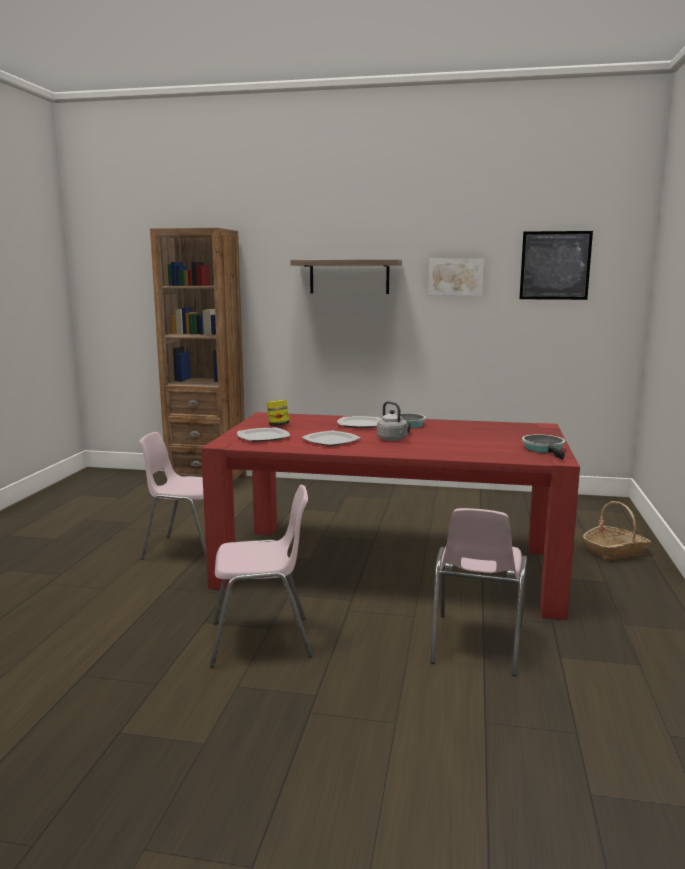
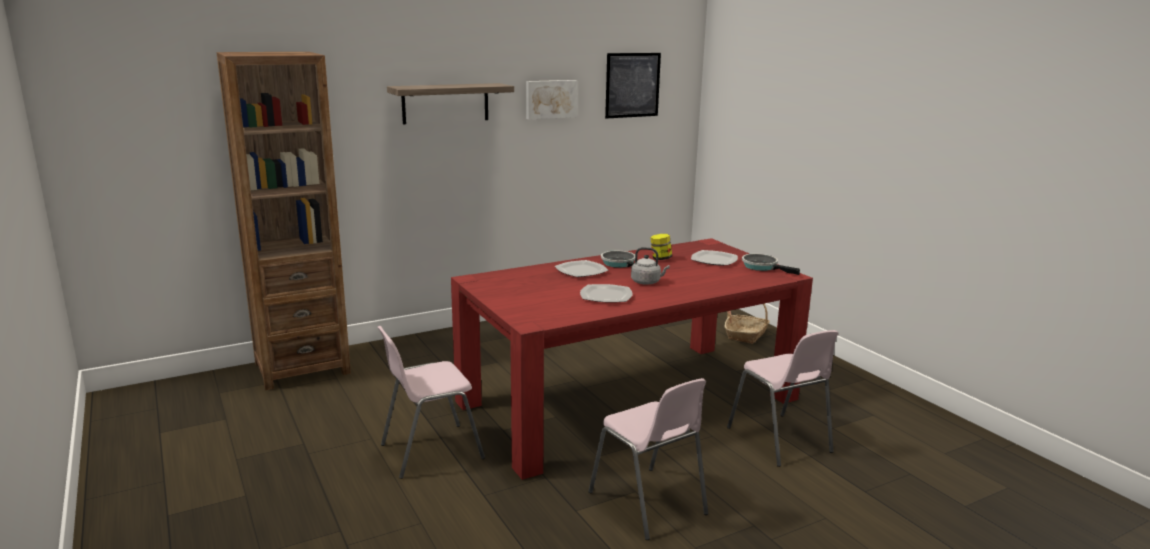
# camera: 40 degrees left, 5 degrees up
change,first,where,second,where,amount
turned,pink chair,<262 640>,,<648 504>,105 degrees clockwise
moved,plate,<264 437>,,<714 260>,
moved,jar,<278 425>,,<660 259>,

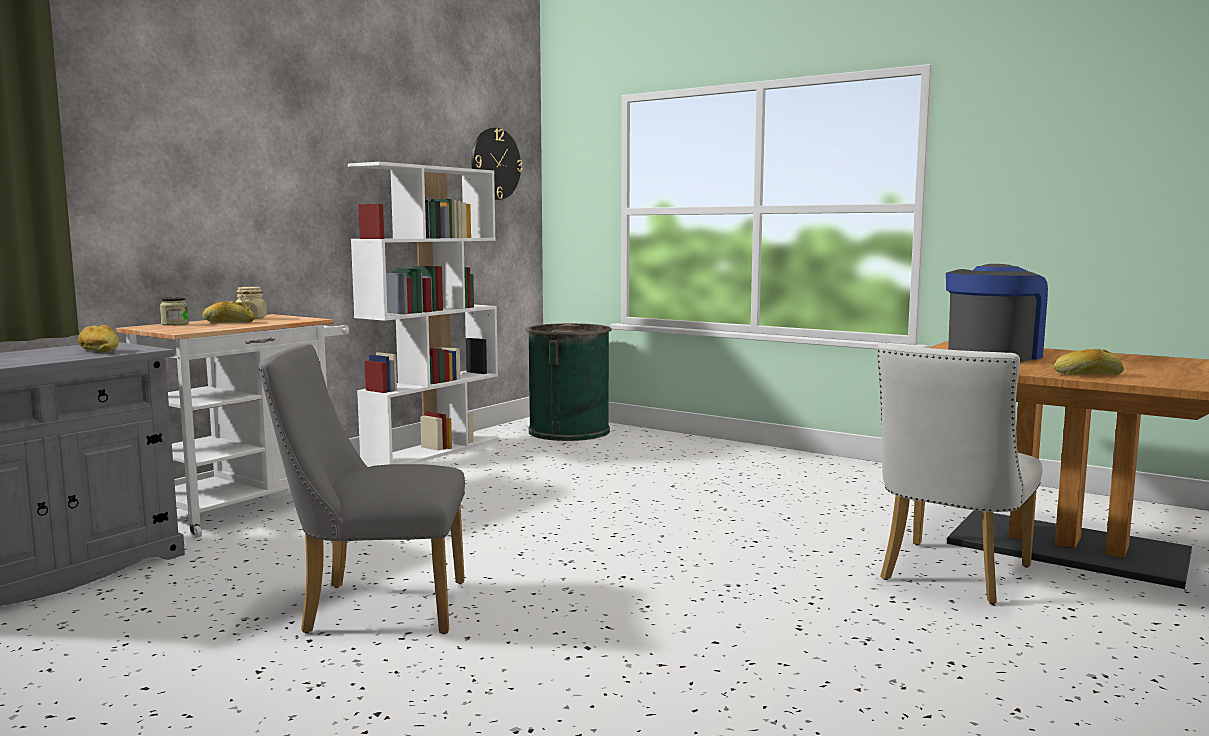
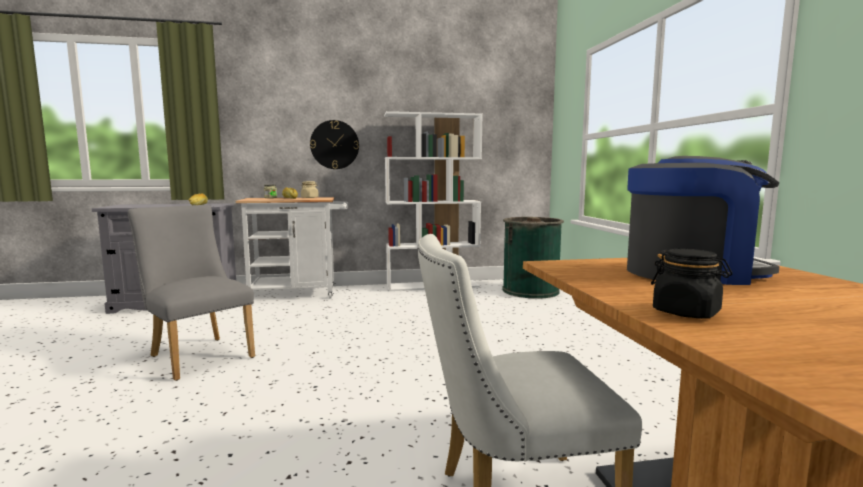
# camera: 45 degrees right, 0 degrees up
change,first,where,second,where,amount
moved,wall clock,<495 164>,,<334 144>,
replaced,bread,<1087 374>,black jar,<686 312>,

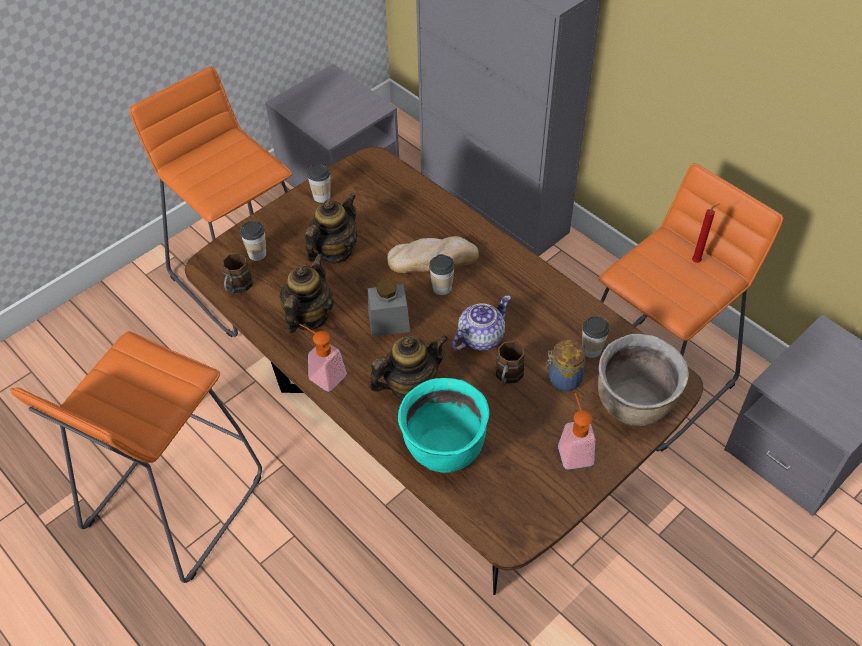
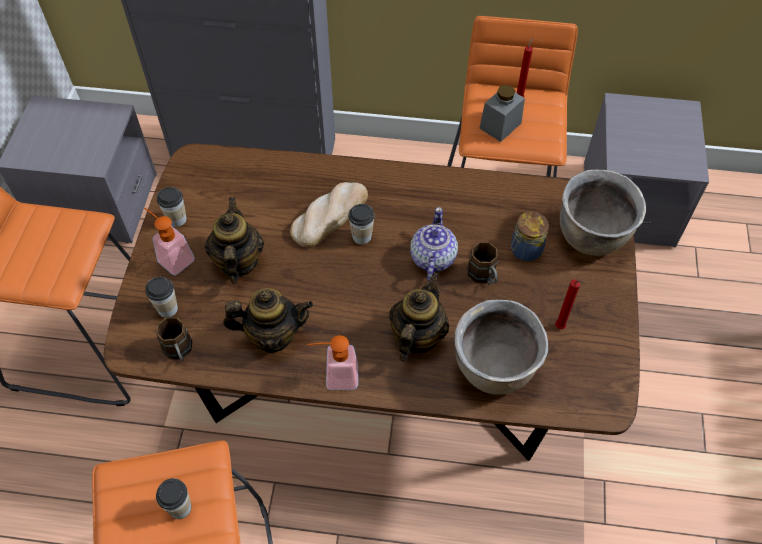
# camera: 40 degrees left, 5 degrees up
change,first,where,second,where,amount
turned,teapot,<308 317>,,<273 335>,105 degrees clockwise
moved,grey jar,<389 322>,,<500 125>,
recoloured,turquoise cooking pot,<444 449>,brown cooking pot,<494 370>,
moved,soap dispenser,<573 450>,,<172 257>,
moved,cup,<591 350>,,<180 507>,
added,,,red candle,<561 328>,

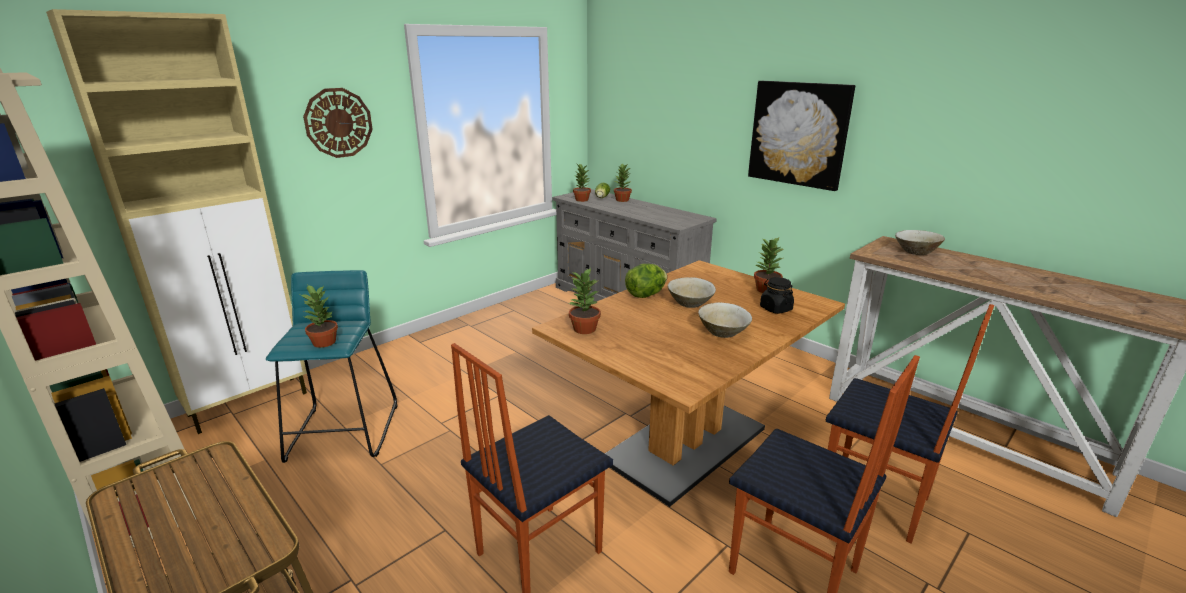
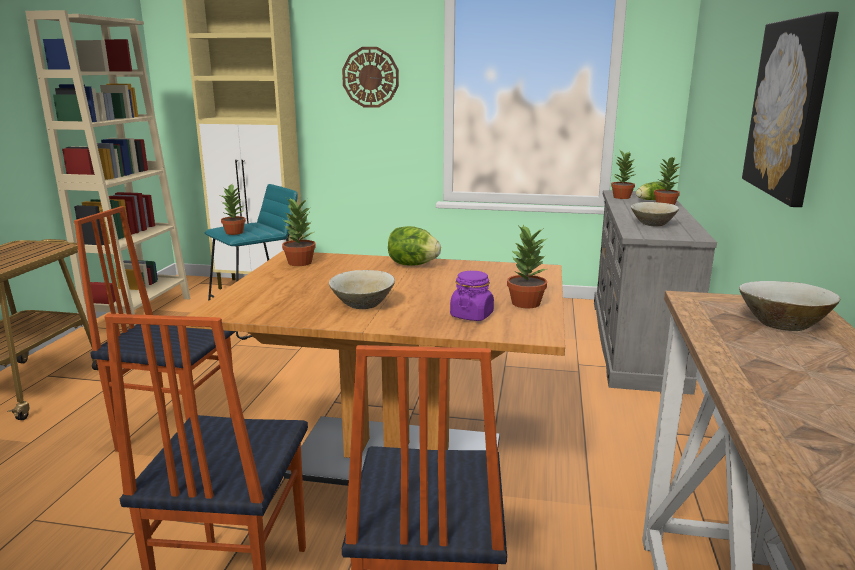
# camera: 55 degrees right, 5 degrees down
change,first,where,second,where,amount
moved,beige bowl,<690 304>,,<652 224>,
recoloured,black jar,<775 309>,purple jar,<471 315>,

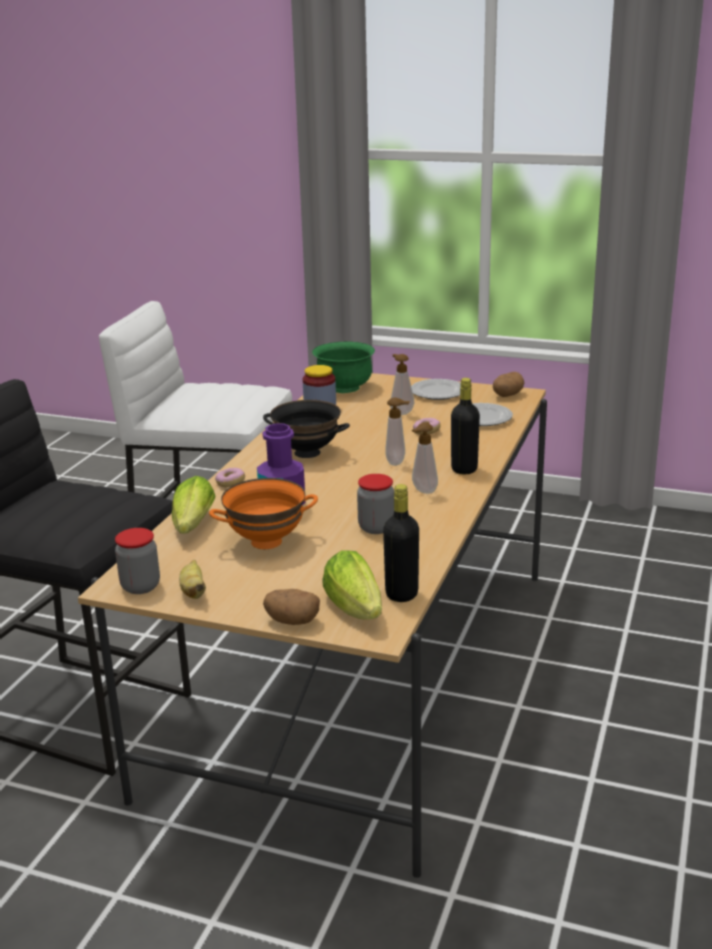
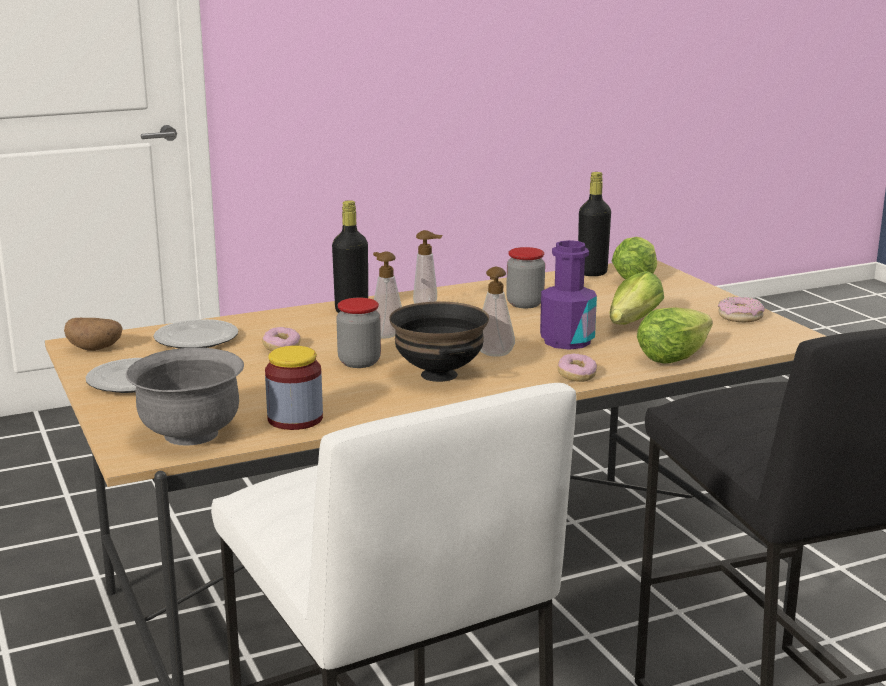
# camera: 135 degrees left, 5 degrees down
change,first,where,second,where,amount
moved,jar,<140 586>,,<359 362>,
replaced,banana,<193 592>,donut,<740 317>,
replaced,orange bowl,<266 542>,lettuce,<630 324>,
removed,potato,<292 621>,,,
recoloured,green bowl,<345 388>,grey bowl,<190 434>,
moved,soap dispenser,<400 412>,,<494 355>,

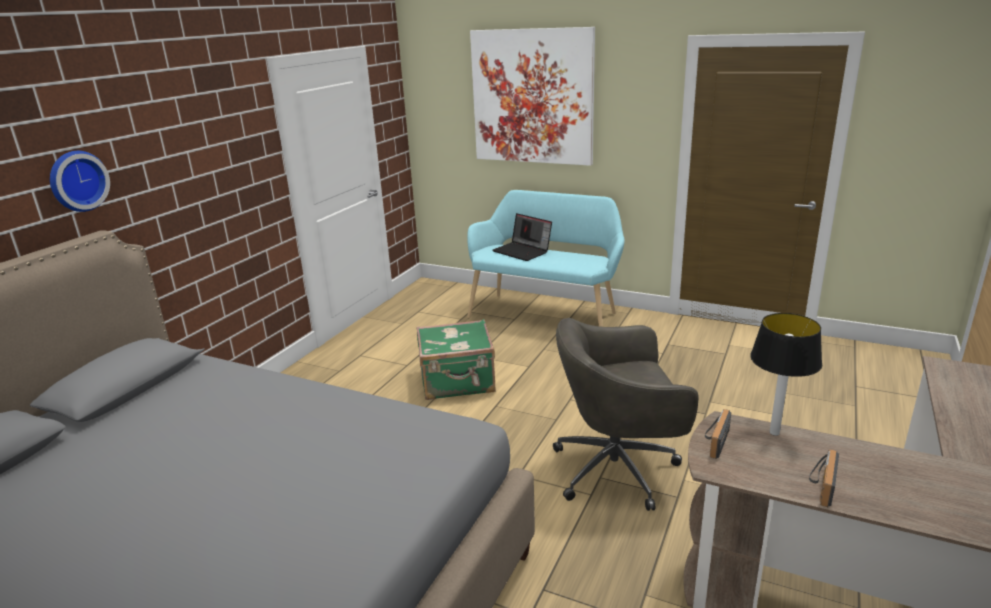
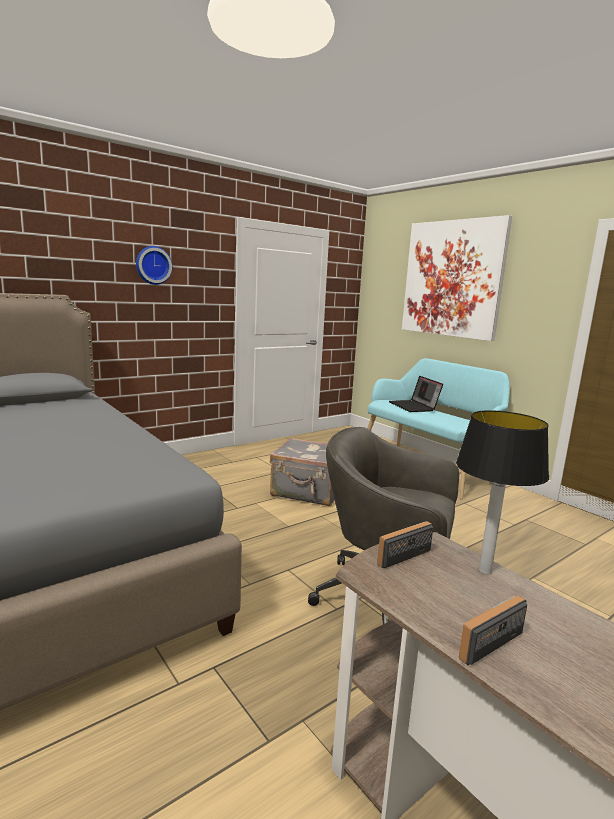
# camera: 25 degrees right, 10 degrees down
change,first,where,second,where,amount
moved,wall clock,<77 181>,,<153 265>,
recoloured,green suitcase,<458 382>,grey suitcase,<308 492>,

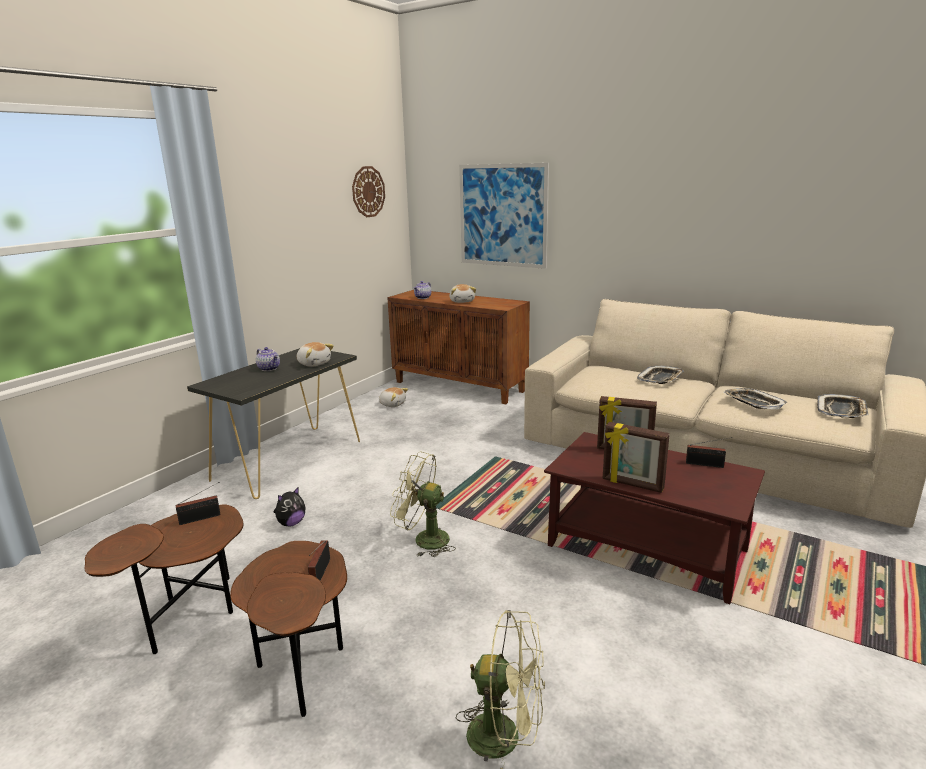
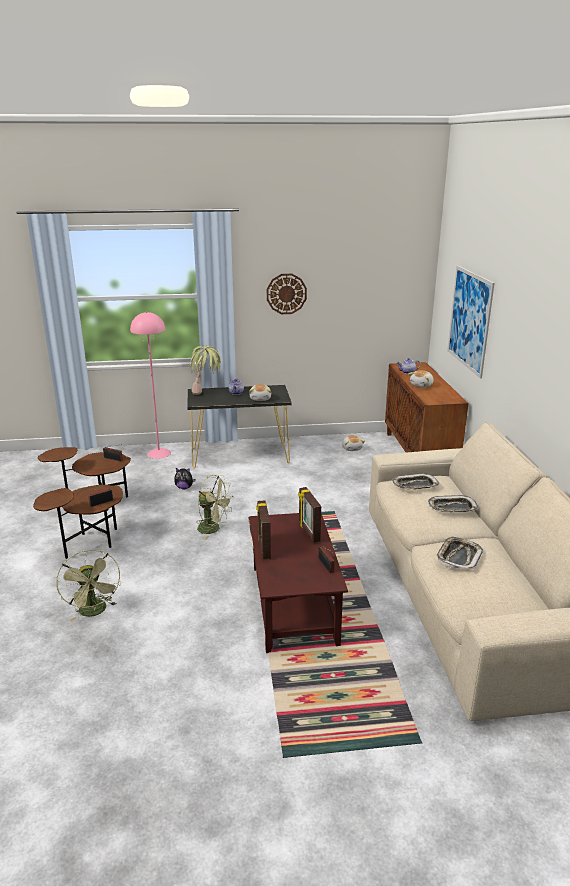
# camera: 50 degrees right, 5 degrees up
change,first,where,second,where,amount
moved,wall clock,<368 191>,,<286 294>,
turned,green fan,<424 539>,,<213 529>,135 degrees clockwise
moved,tray,<841 411>,,<415 485>,
added,,,pink floor lamp,<159 453>,
added,,,potted plant,<207 395>,

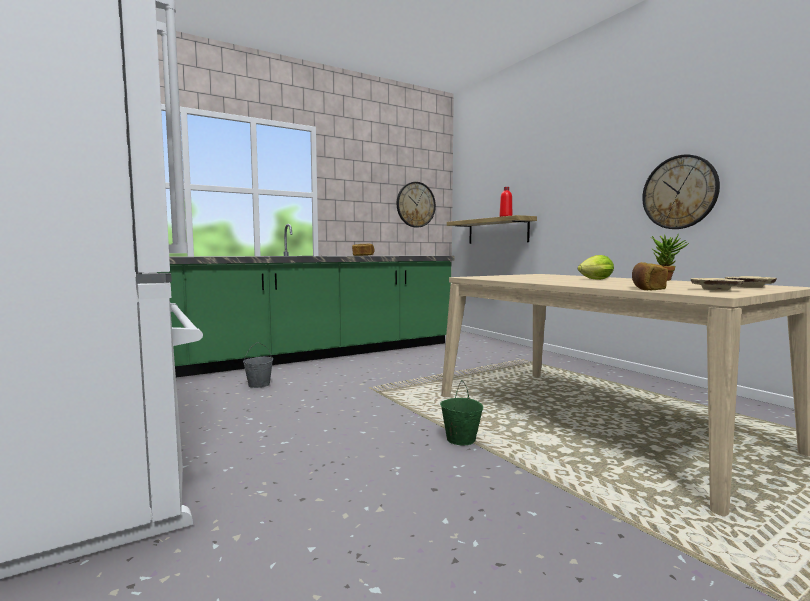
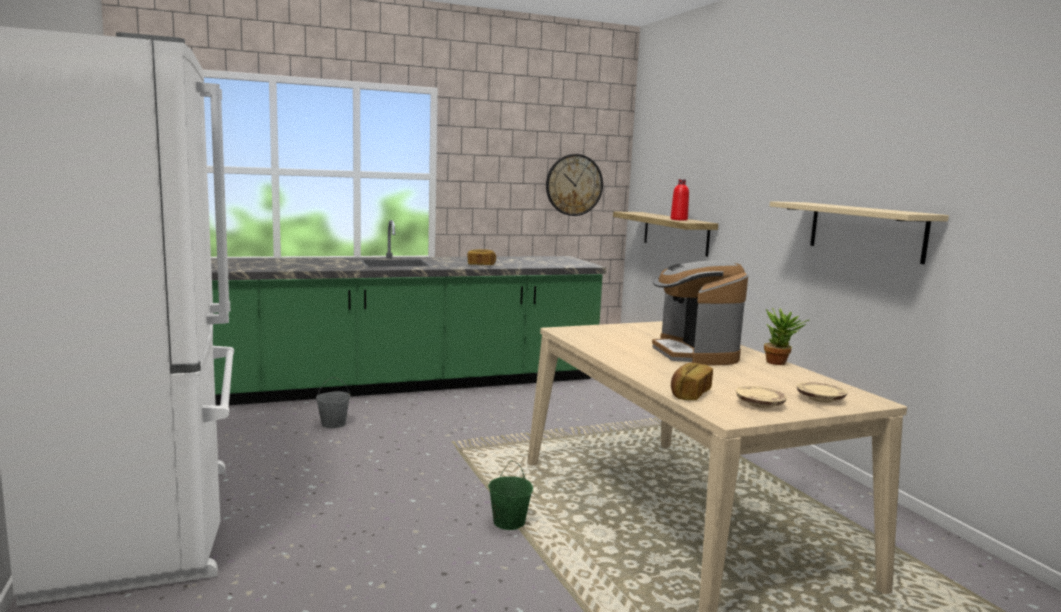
# camera: 10 degrees right, 5 degrees up
change,first,where,second,where,amount
replaced,lettuce,<594 279>,coffee machine,<694 354>,
replaced,wall clock,<679 192>,beige shelf,<865 231>,

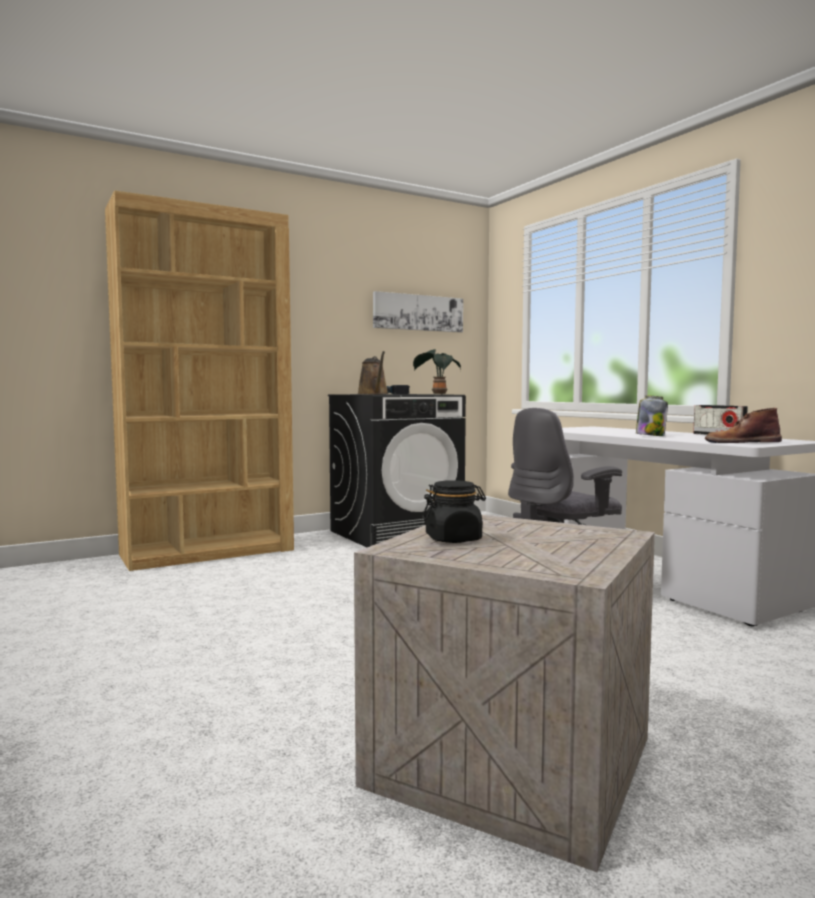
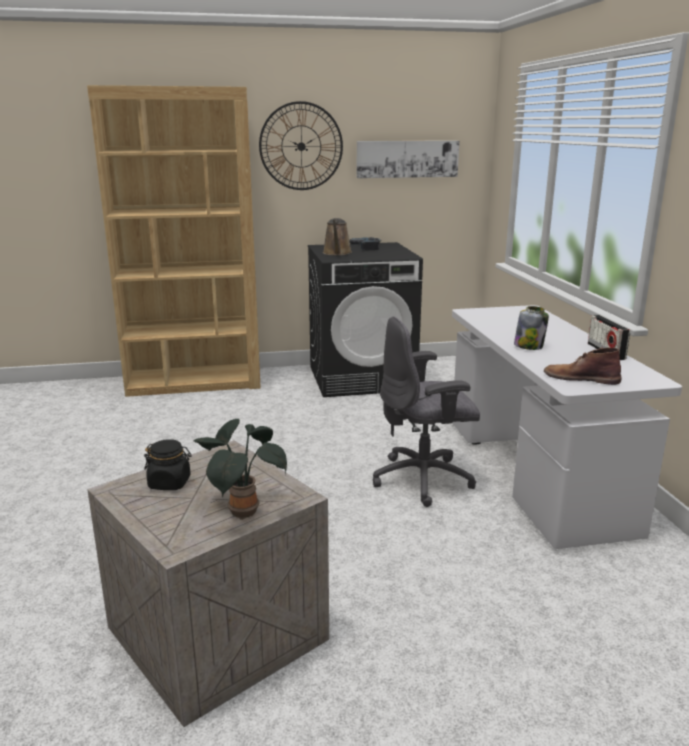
# camera: 20 degrees right, 15 degrees up
change,first,where,second,where,amount
moved,potted plant,<437 394>,,<241 511>,
added,,,wall clock,<301 146>,

